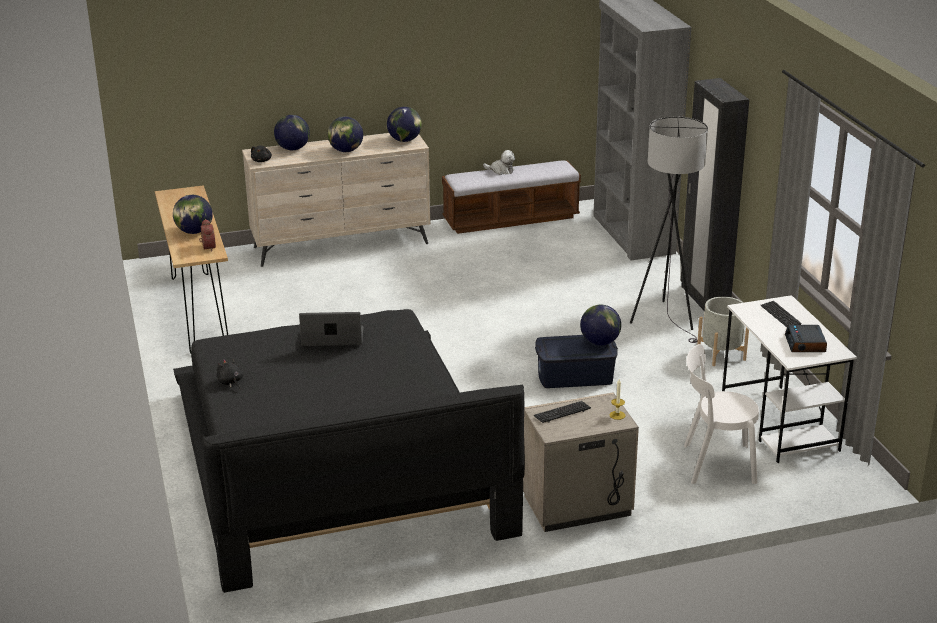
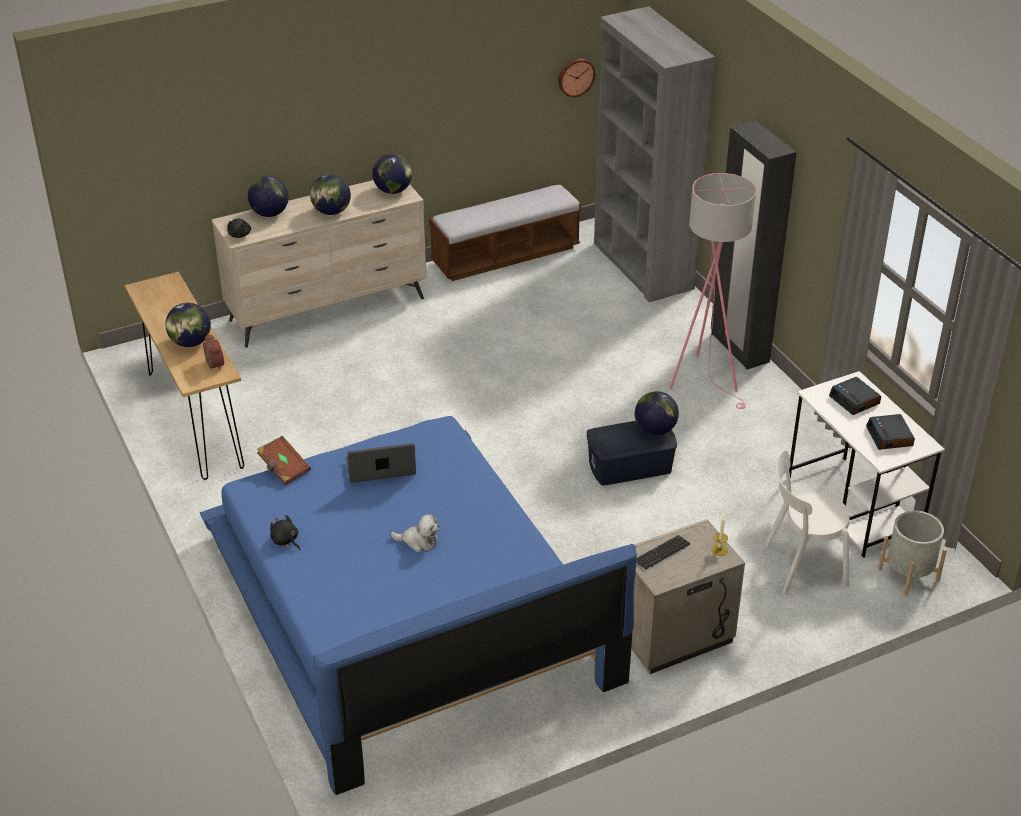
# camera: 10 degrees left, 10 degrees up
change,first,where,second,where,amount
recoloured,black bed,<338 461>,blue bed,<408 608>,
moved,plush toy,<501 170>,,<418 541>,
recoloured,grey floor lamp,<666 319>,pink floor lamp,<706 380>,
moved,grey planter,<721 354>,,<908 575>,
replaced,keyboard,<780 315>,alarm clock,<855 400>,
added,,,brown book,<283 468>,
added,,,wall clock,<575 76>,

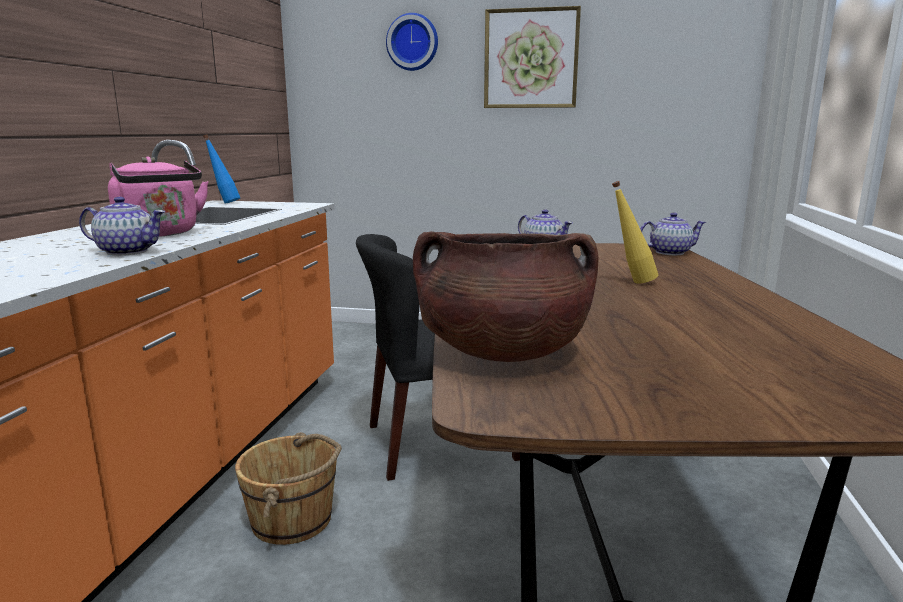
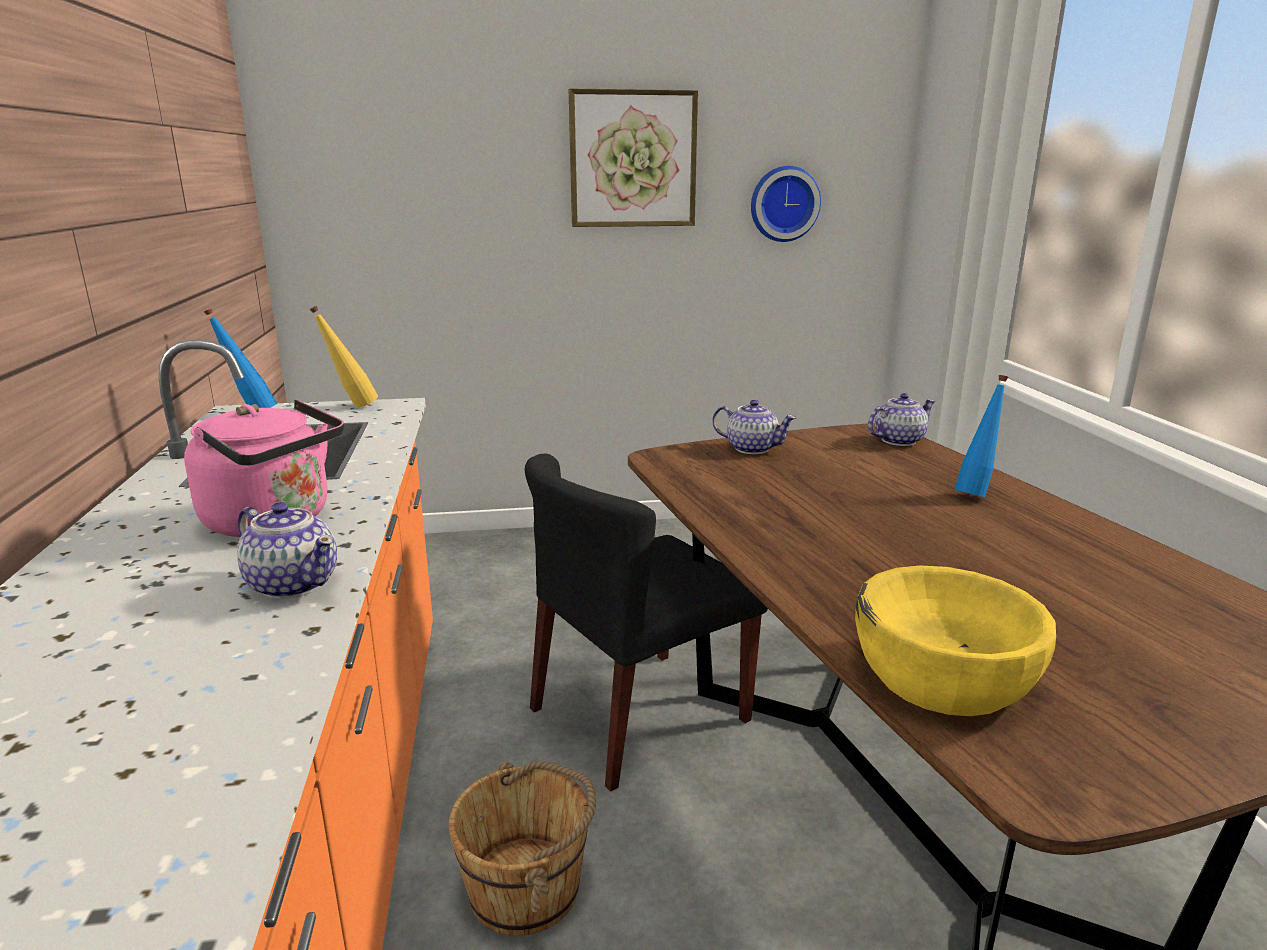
# camera: 20 degrees left, 5 degrees up
change,first,where,second,where,amount
turned,teapot,<127 251>,,<293 583>,45 degrees clockwise
moved,wall clock,<413 42>,,<783 204>,
replaced,brown cooking pot,<502 352>,yellow bowl,<943 676>,
moved,yellow bottle,<631 282>,,<351 407>,
added,,,blue bottle,<975 493>,

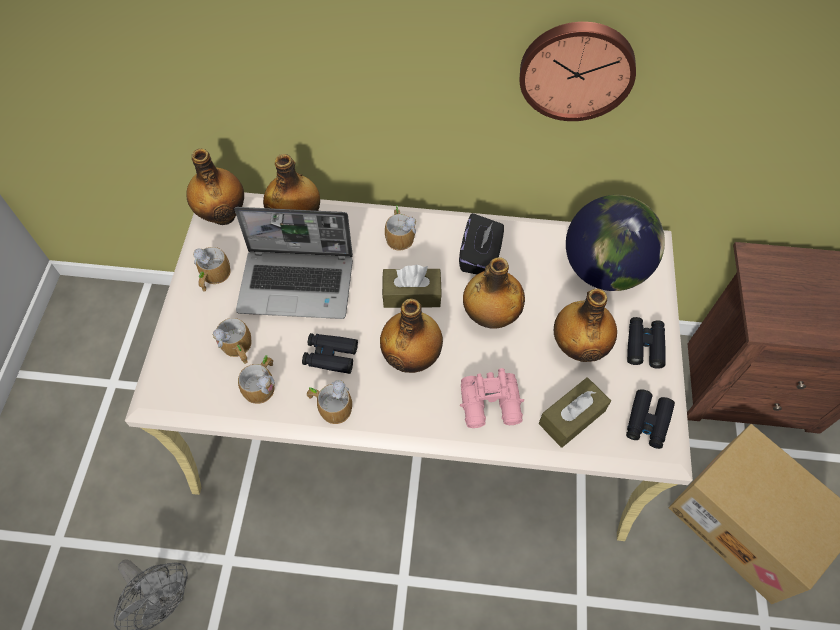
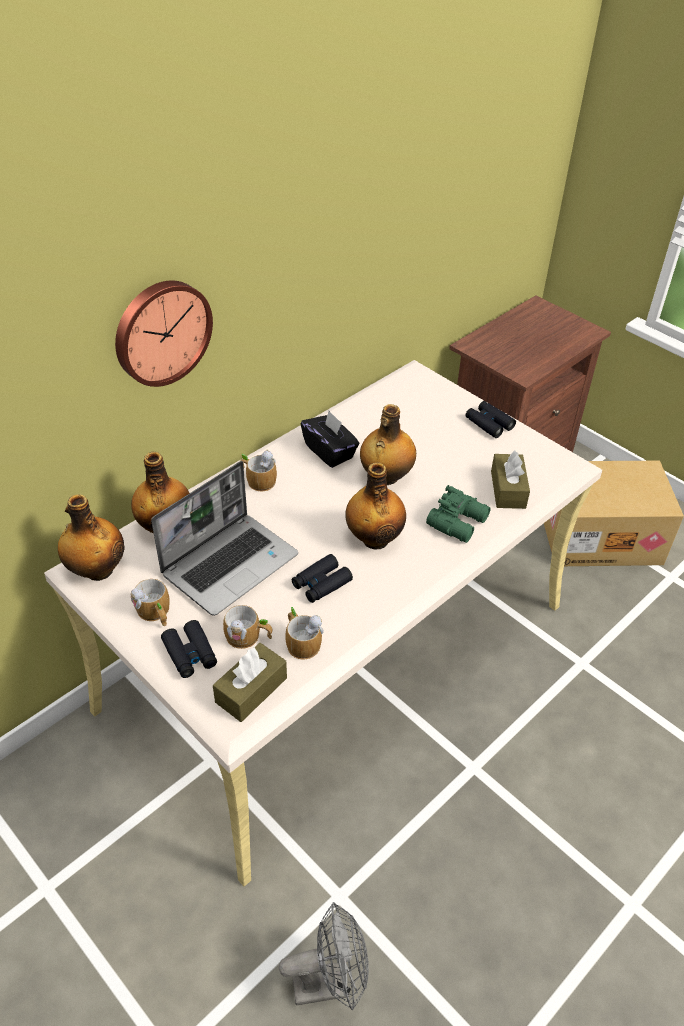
# camera: 50 degrees left, 15 degrees down
change,first,where,second,where,amount
removed,mug,<330 406>,,,
moved,brown tissue box,<411 294>,,<251 690>,
recoloured,pink binoculars,<491 406>,green binoculars,<459 522>,
moved,wall clock,<576 69>,,<161 331>,
removed,bottle,<578 347>,,,
removed,globe,<604 269>,,,
moved,black binoculars,<647 422>,,<190 654>,

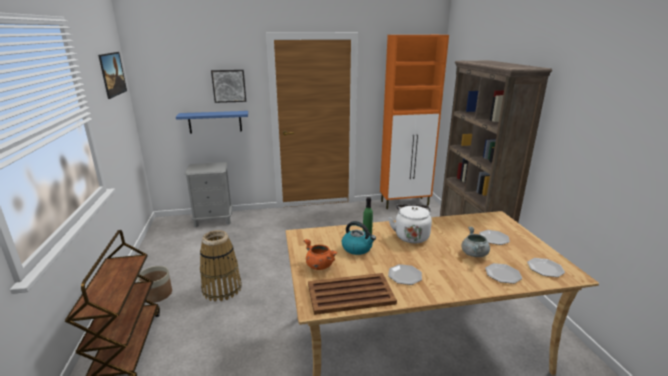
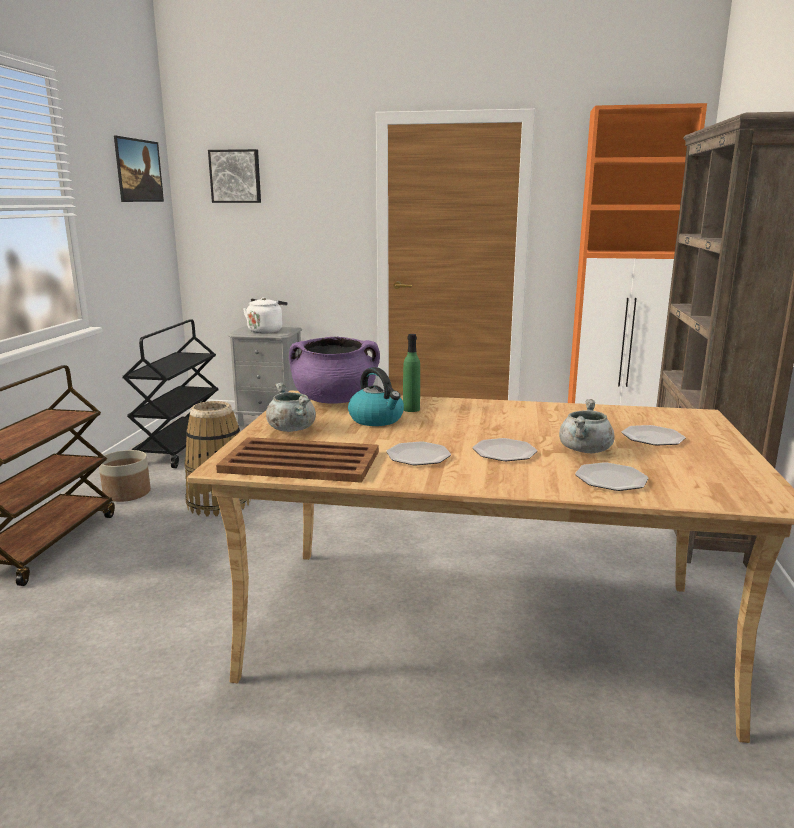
# camera: 20 degrees right, 5 degrees down
change,first,where,second,where,amount
removed,blue shelf,<215 122>,,,
moved,picture,<229 86>,,<235 176>,
recoloured,orange cooking pot,<319 266>,grey cooking pot,<291 429>,
moved,white kettle,<411 236>,,<266 330>,
moved,plate,<545 268>,,<503 452>,
added,,,black cart,<179 447>,
added,,,purple cooking pot,<335 401>,

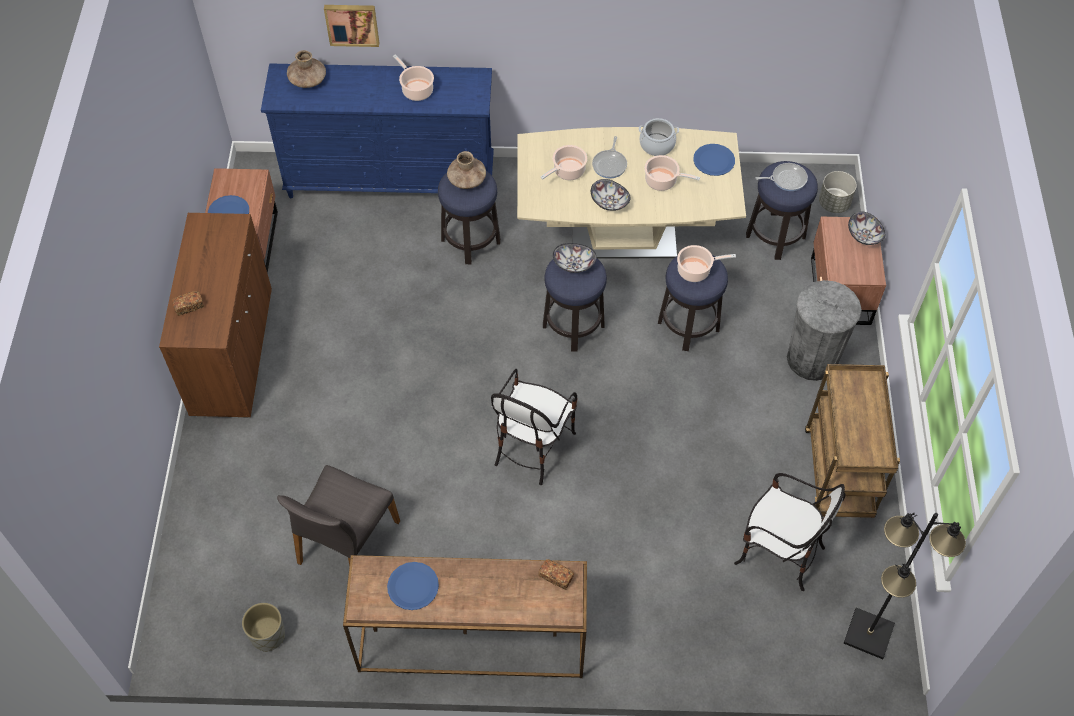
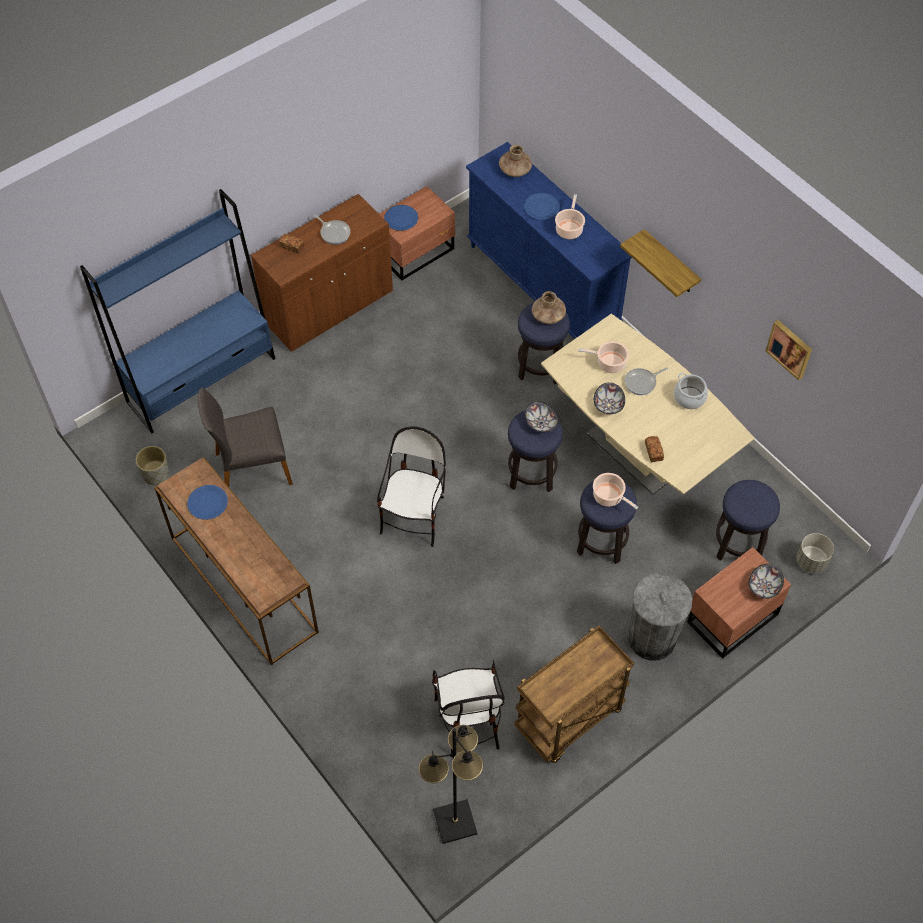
# camera: 50 degrees right, 0 degrees up
change,first,where,second,where,amount
moved,picture,<352 23>,,<790 348>,
turned,chair,<532 446>,,<414 517>,120 degrees clockwise
moved,bread,<556 577>,,<653 452>,
removed,cooking pot,<663 181>,,,
moved,blue plate,<714 161>,,<541 207>,
moved,frying pan,<786 179>,,<334 232>,
added,,,blue bookcase,<202 380>,
added,,,shelf,<670 263>,

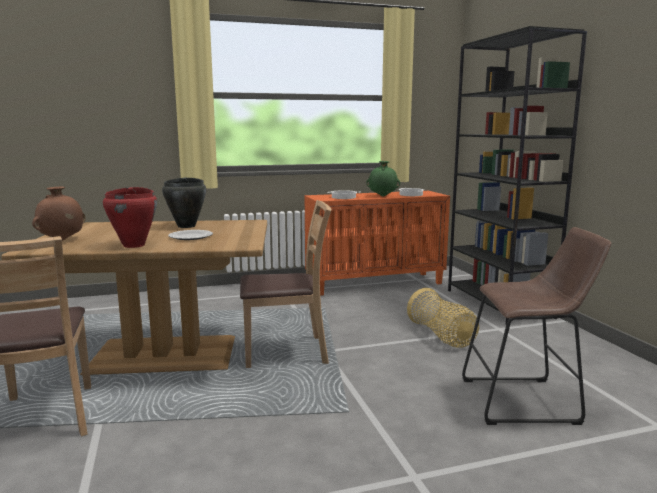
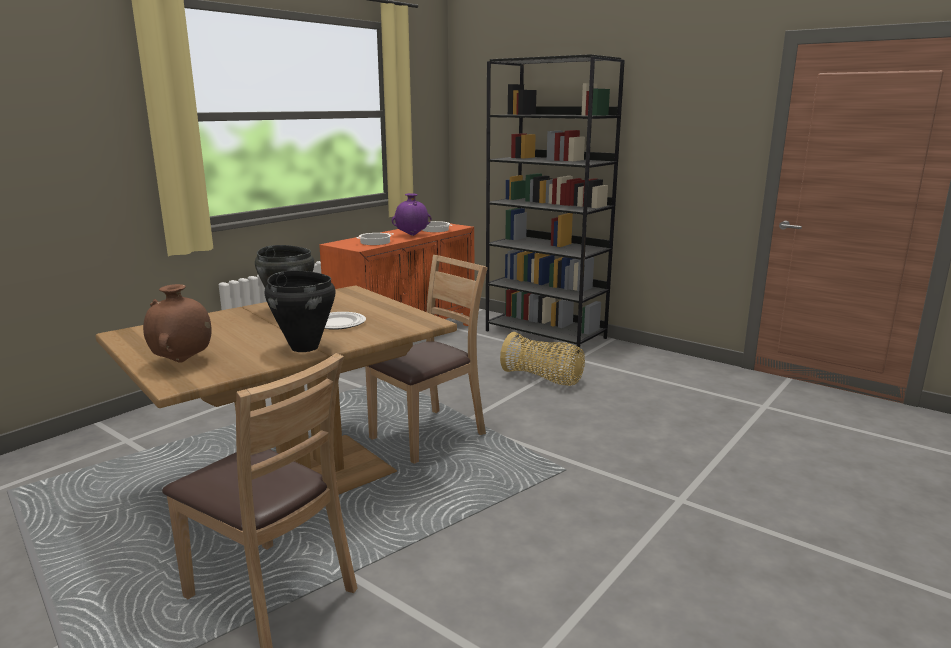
# camera: 35 degrees left, 5 degrees up
change,first,where,second,where,amount
recoloured,red cooking pot,<134 245>,black cooking pot,<305 347>,
recoloured,green vase,<383 196>,purple vase,<412 235>,
removed,brown stool,<526 401>,,,

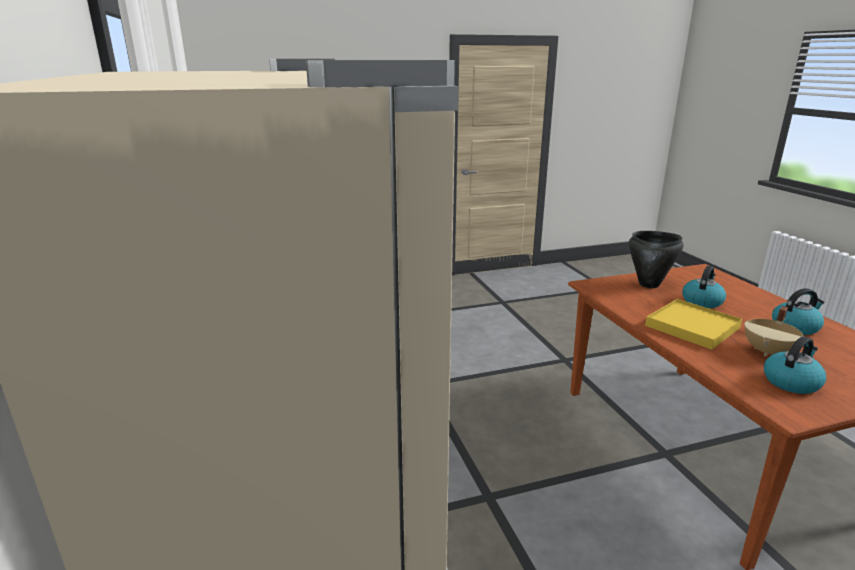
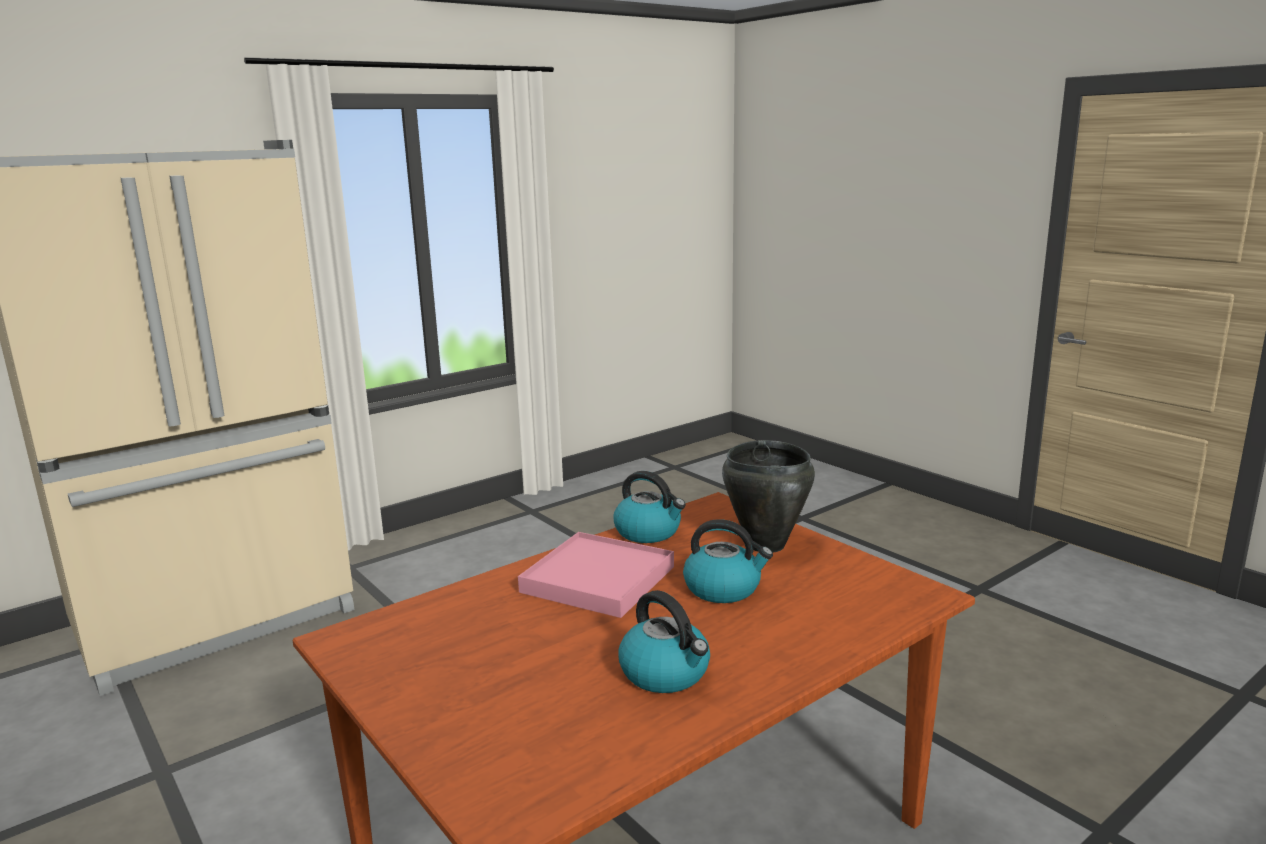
# camera: 70 degrees right, 5 degrees down
change,first,where,second,where,amount
recoloured,yellow tray,<692 326>,pink tray,<598 579>,
removed,beige cooking pot,<768 352>,,,
moved,kettle,<791 382>,,<649 532>,

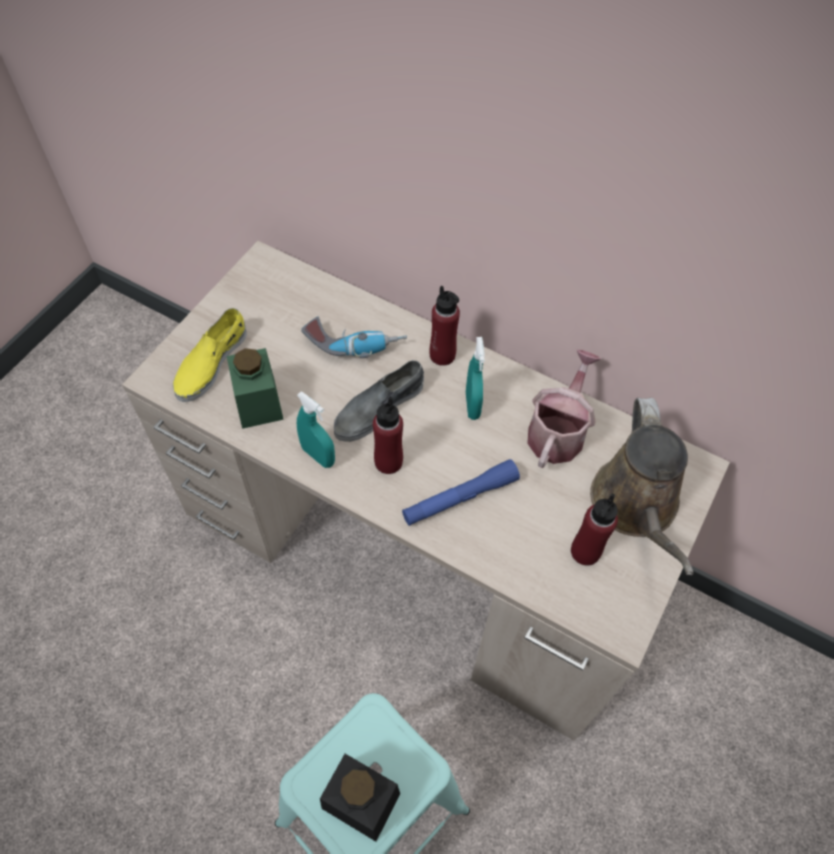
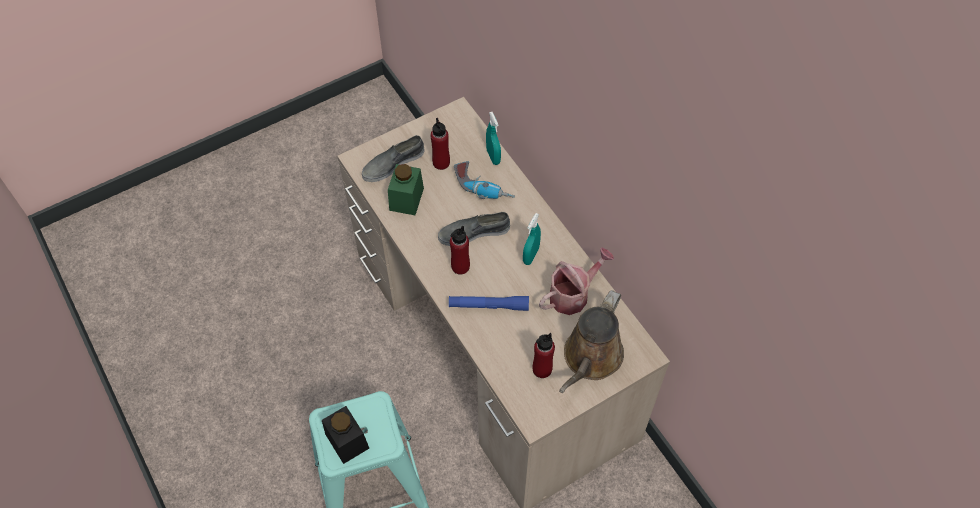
# camera: 30 degrees right, 0 degrees up
change,first,where,second,where,amount
recoloured,yellow shoe,<210 363>,grey shoe,<393 163>,
moved,turquoise spray bottle,<318 455>,,<493 156>,
moved,red bottle,<442 355>,,<441 162>,

